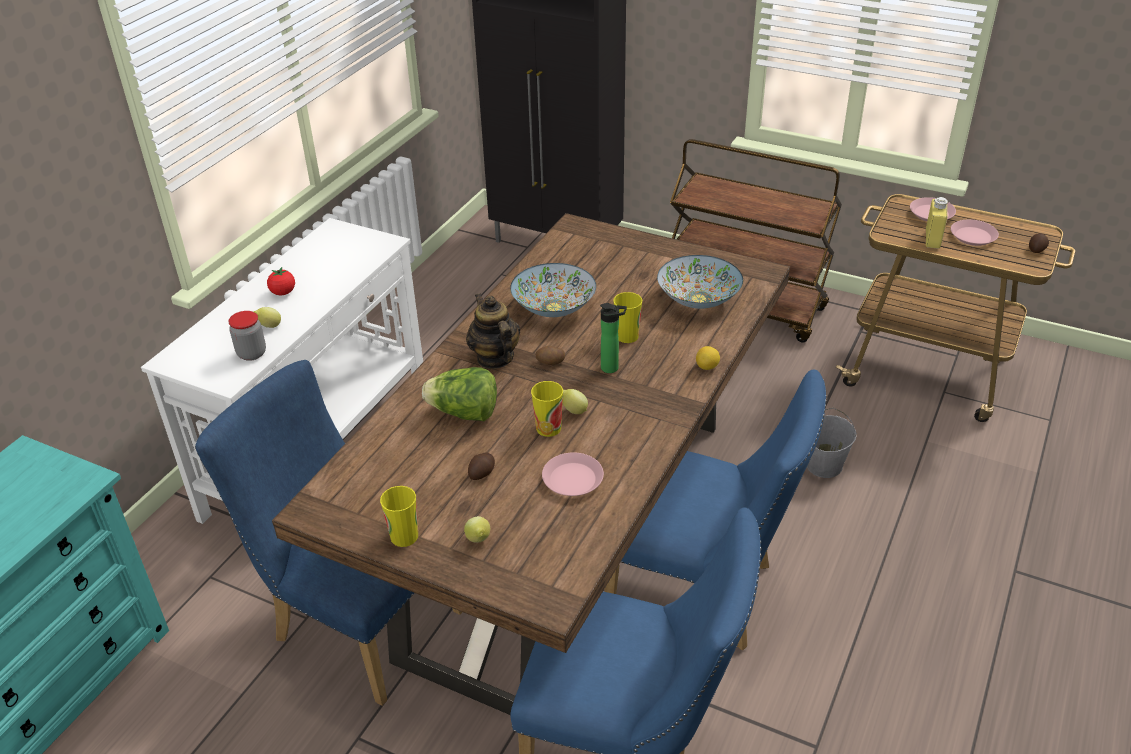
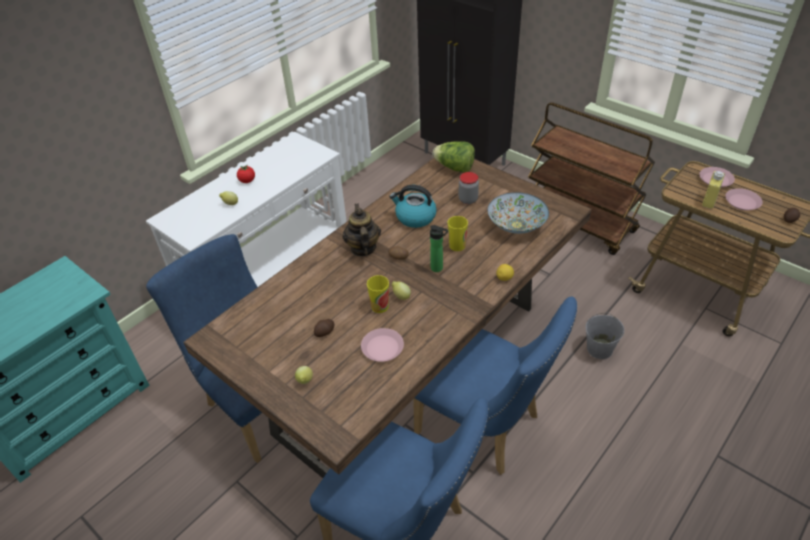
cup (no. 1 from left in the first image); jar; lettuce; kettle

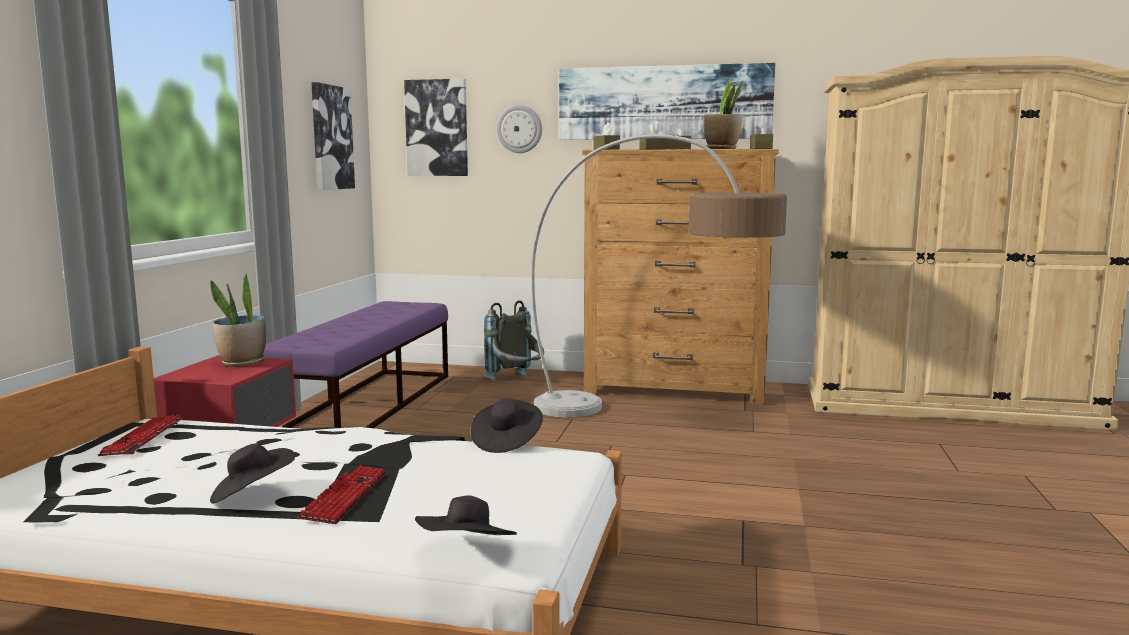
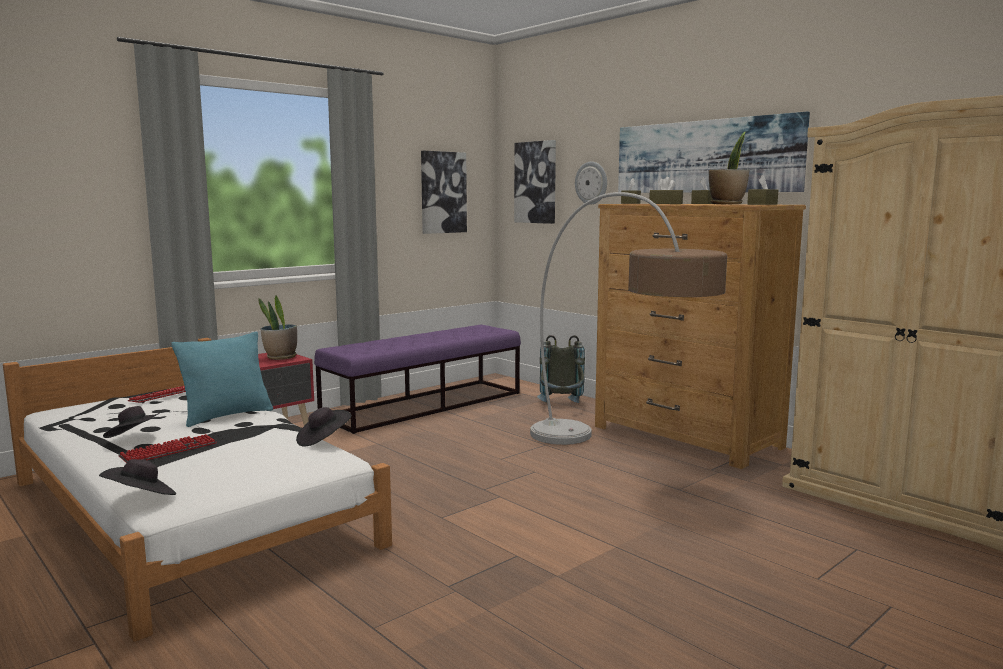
turquoise pillow

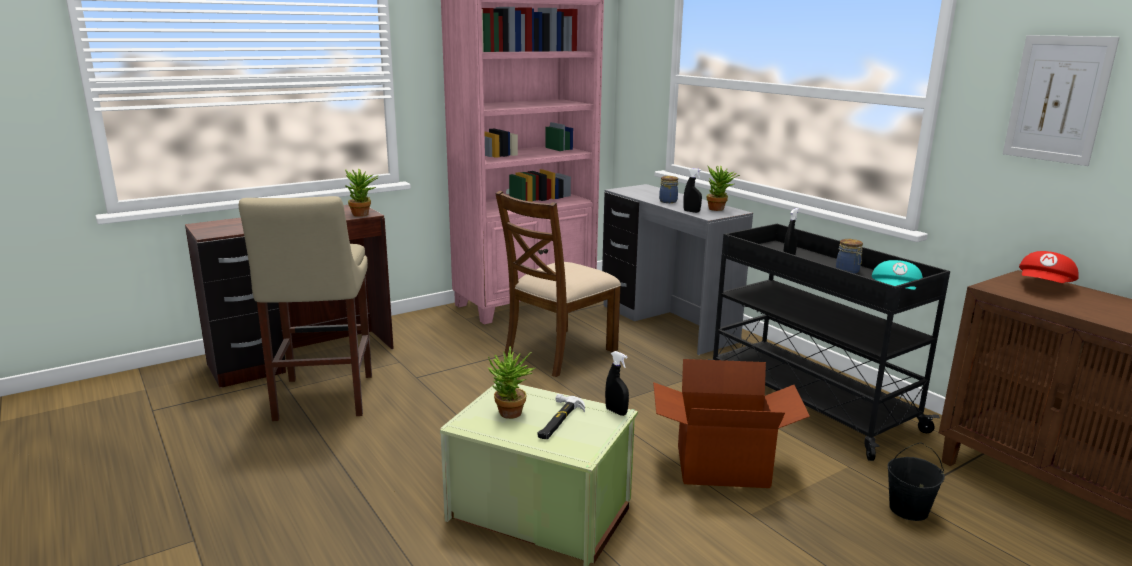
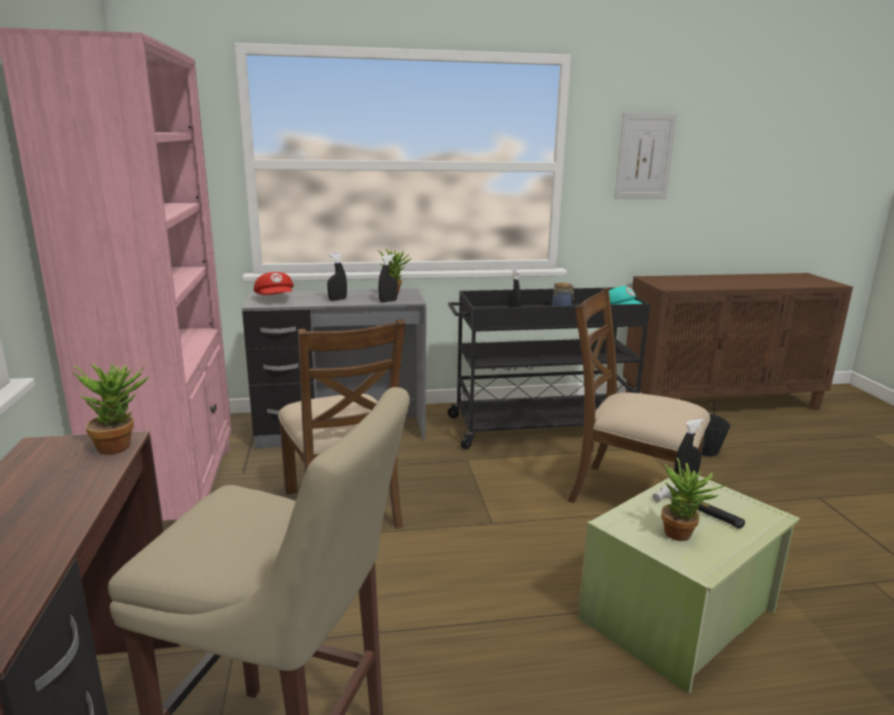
red cap; brown chair (no. 2 from left); black spray bottle (no. 1 from left)

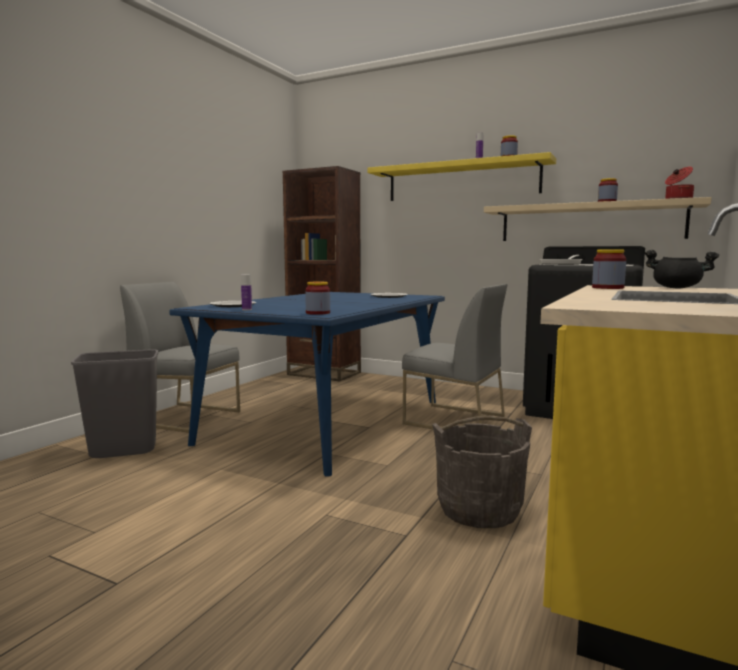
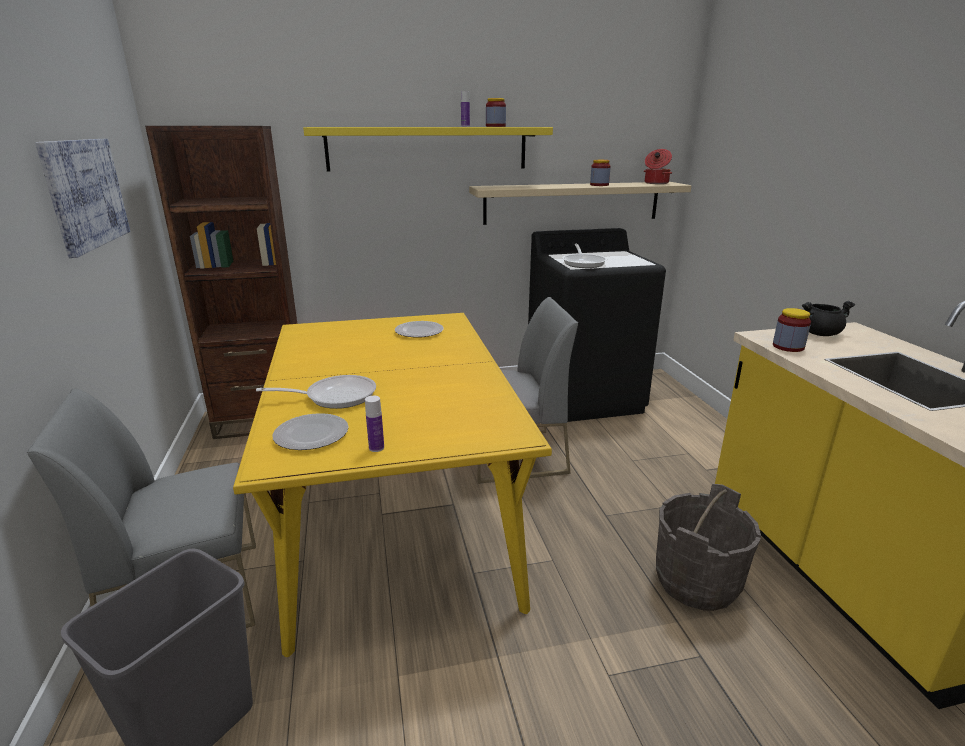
jar (no. 1 from left in the first image); picture; frying pan (no. 1 from left); yellow dining table

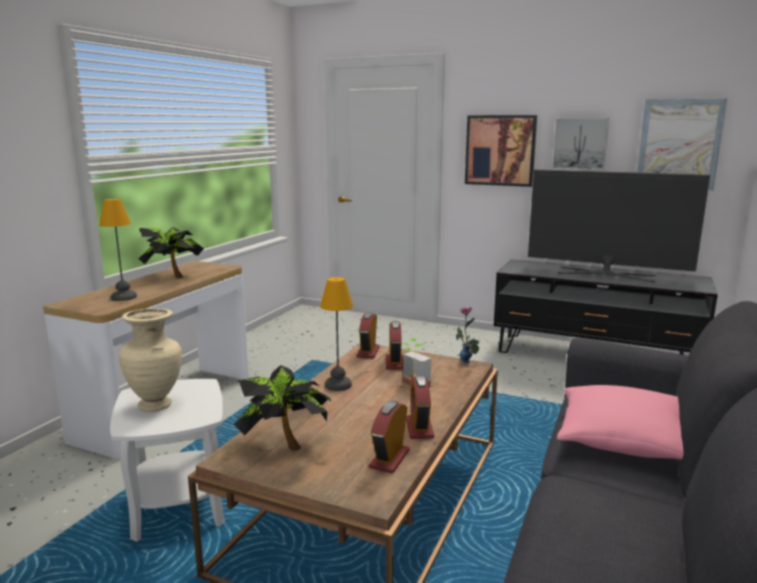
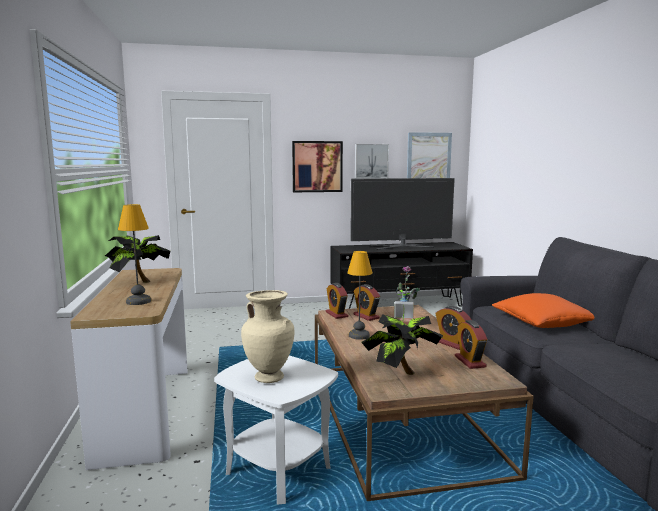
orange pillow

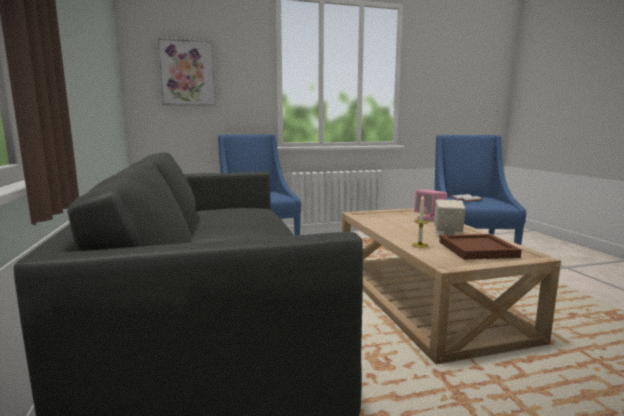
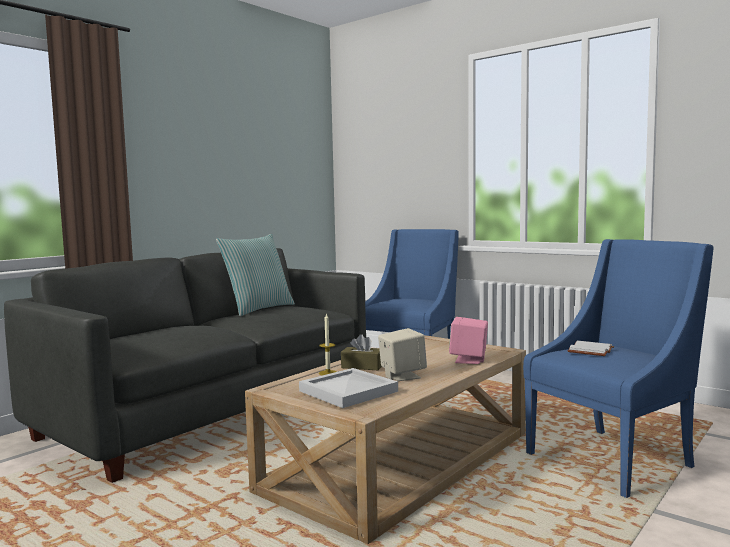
picture; pillow; brown tissue box; white tray

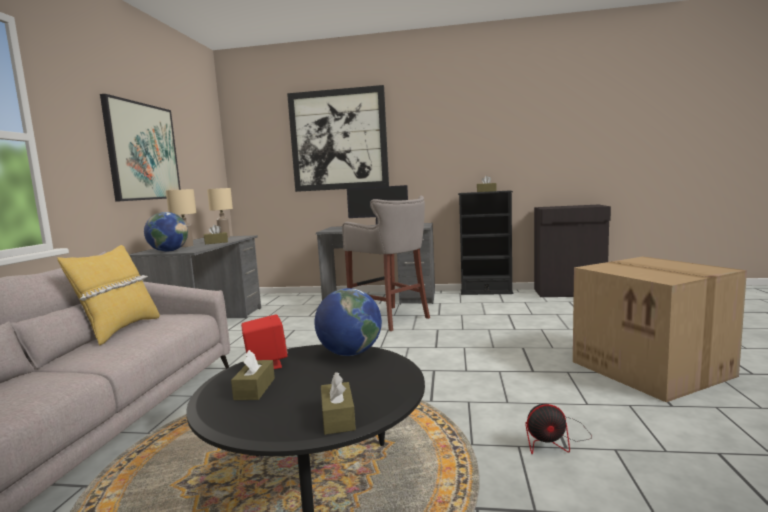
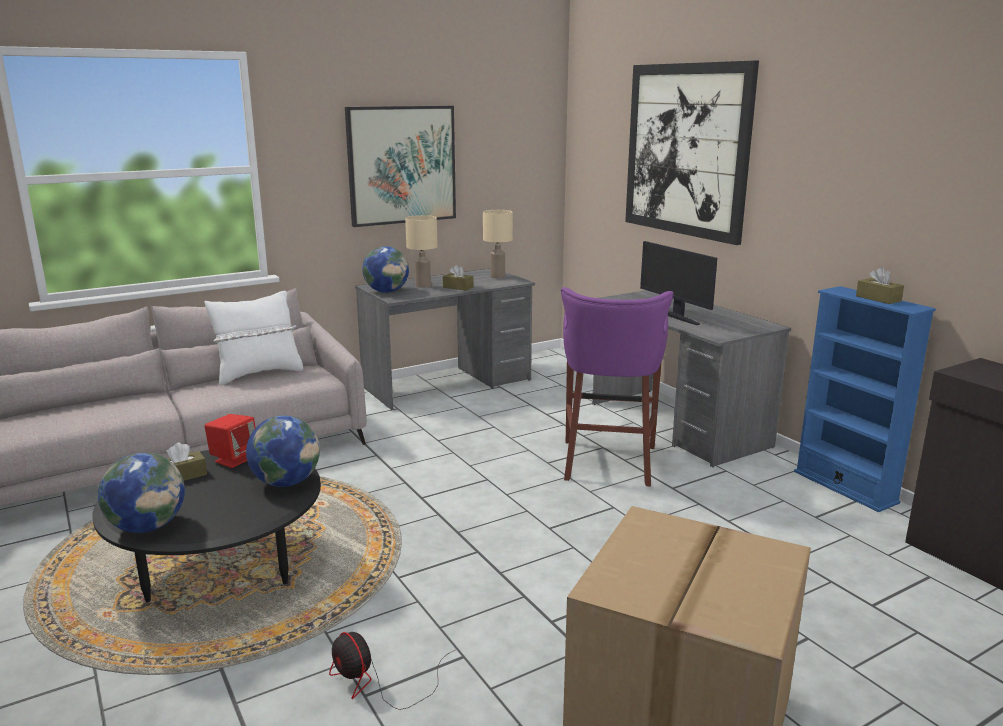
globe (no. 1 from left); white pillow; purple stool; blue bookcase

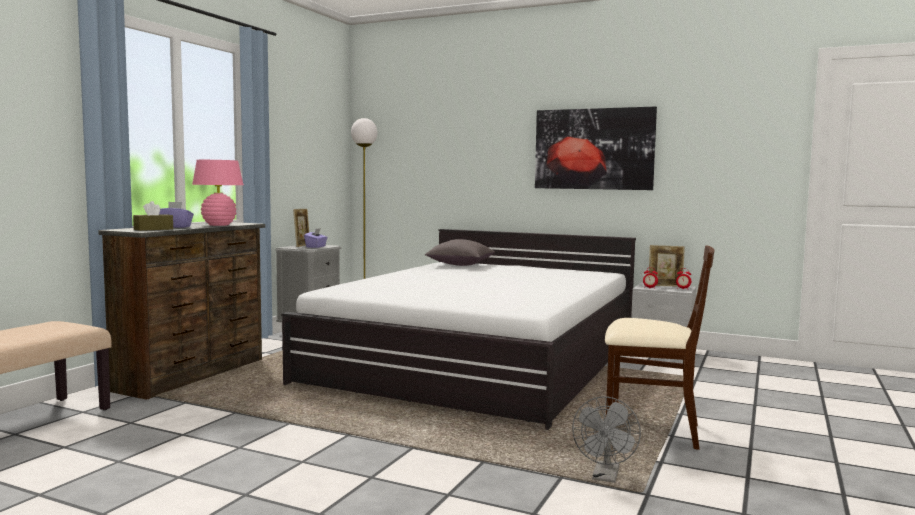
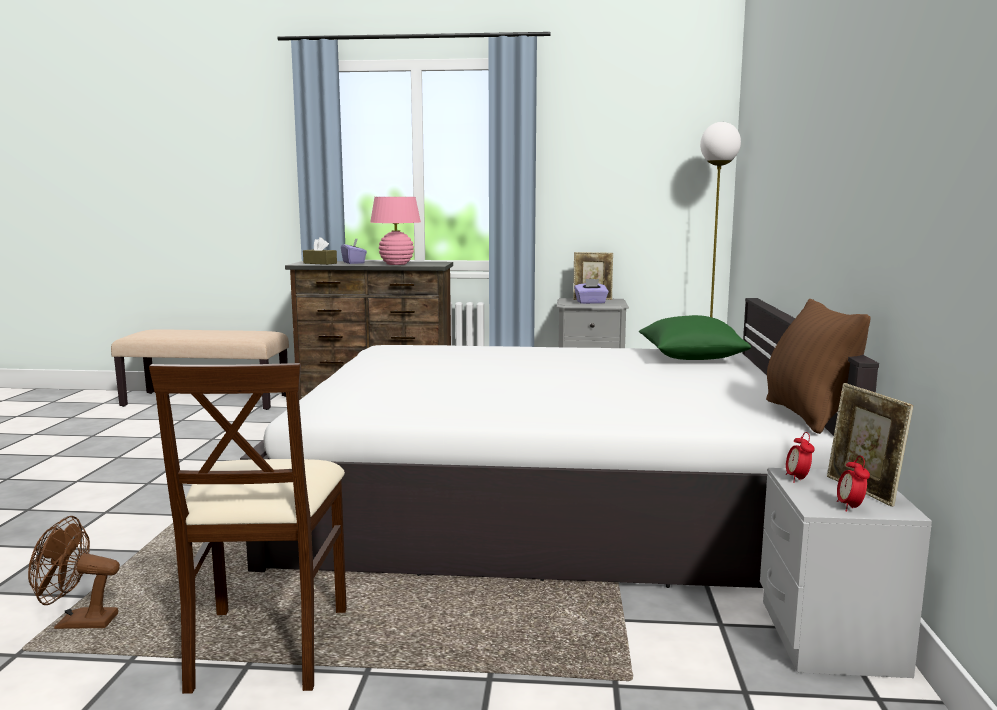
picture; brown pillow; green pillow; brown fan

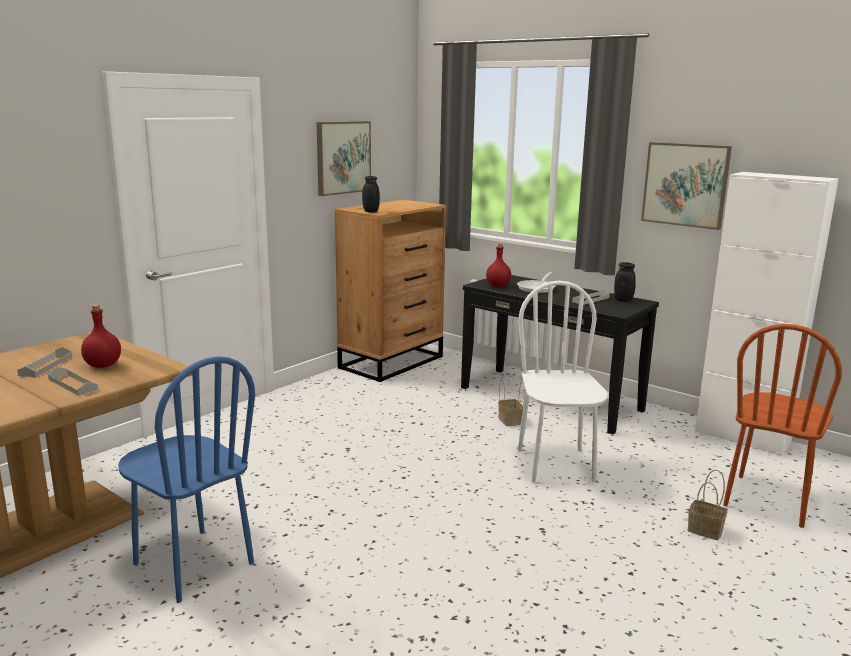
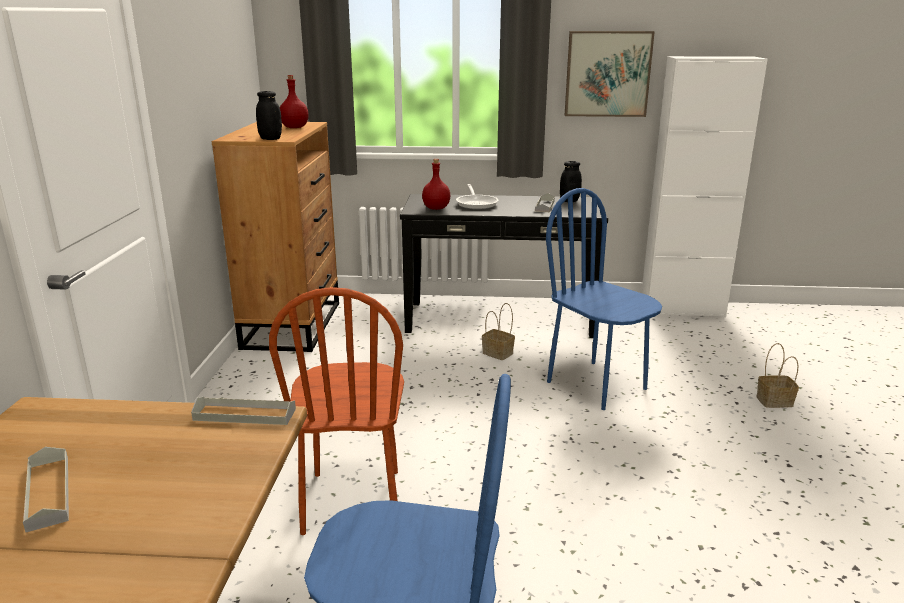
picture (no. 1 from left in the first image); grey tray (no. 2 from left); red bottle (no. 1 from left); brown chair; blue chair (no. 2 from left)

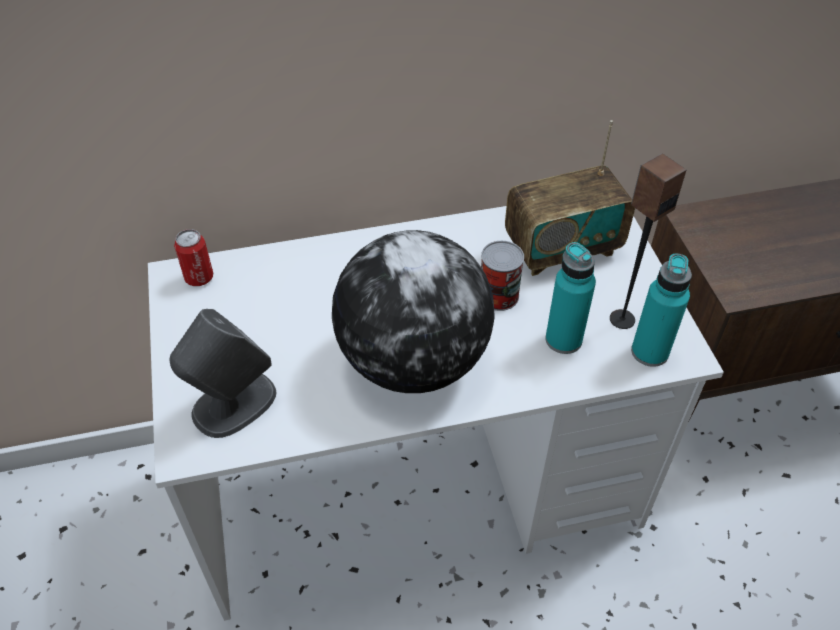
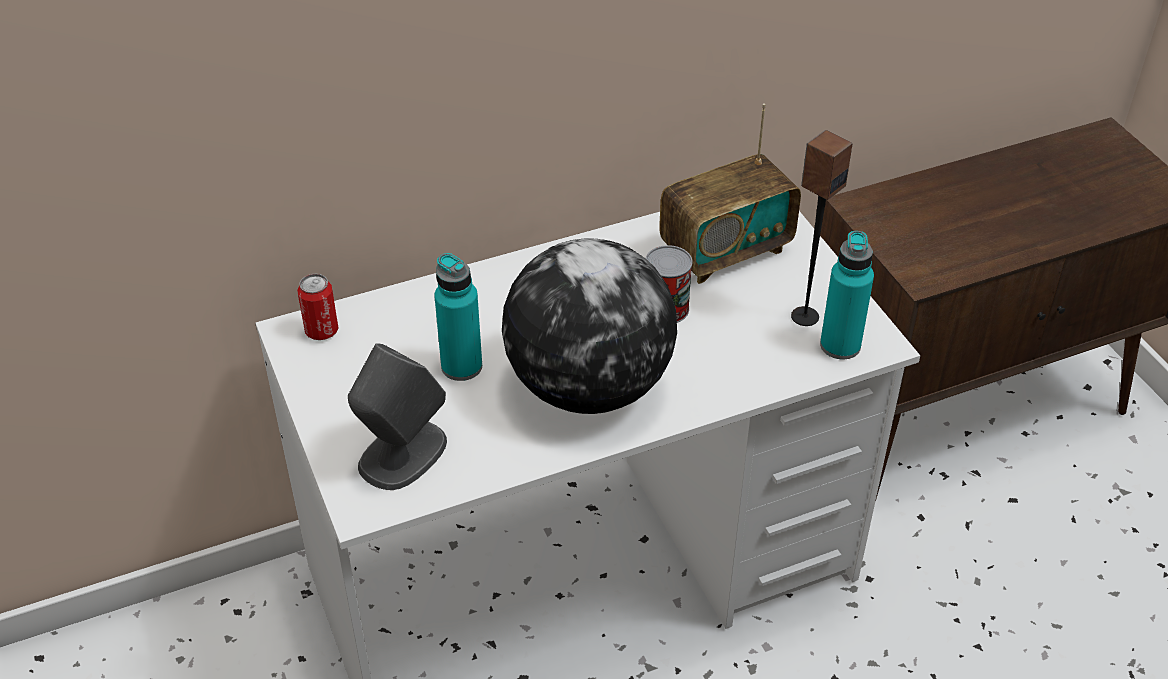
turquoise bottle (no. 1 from left)

